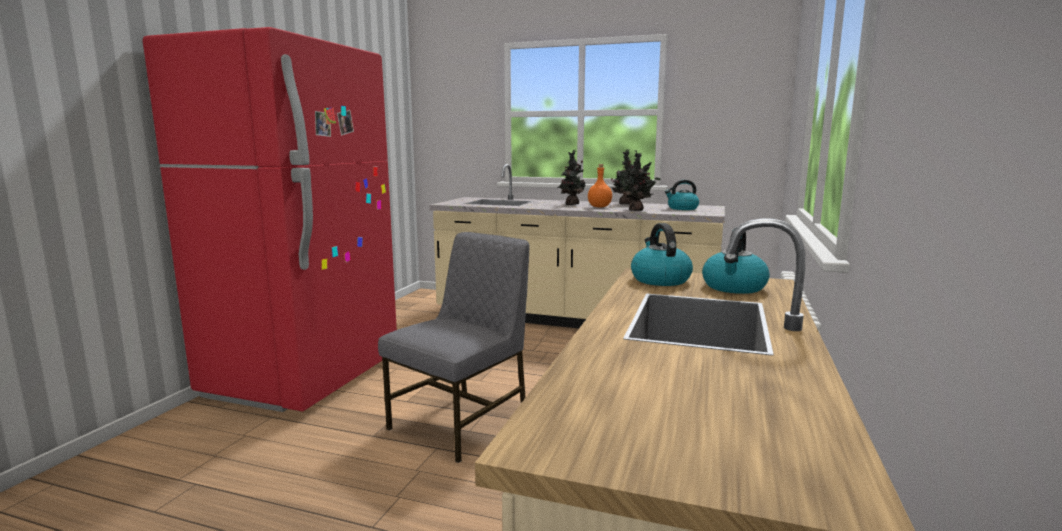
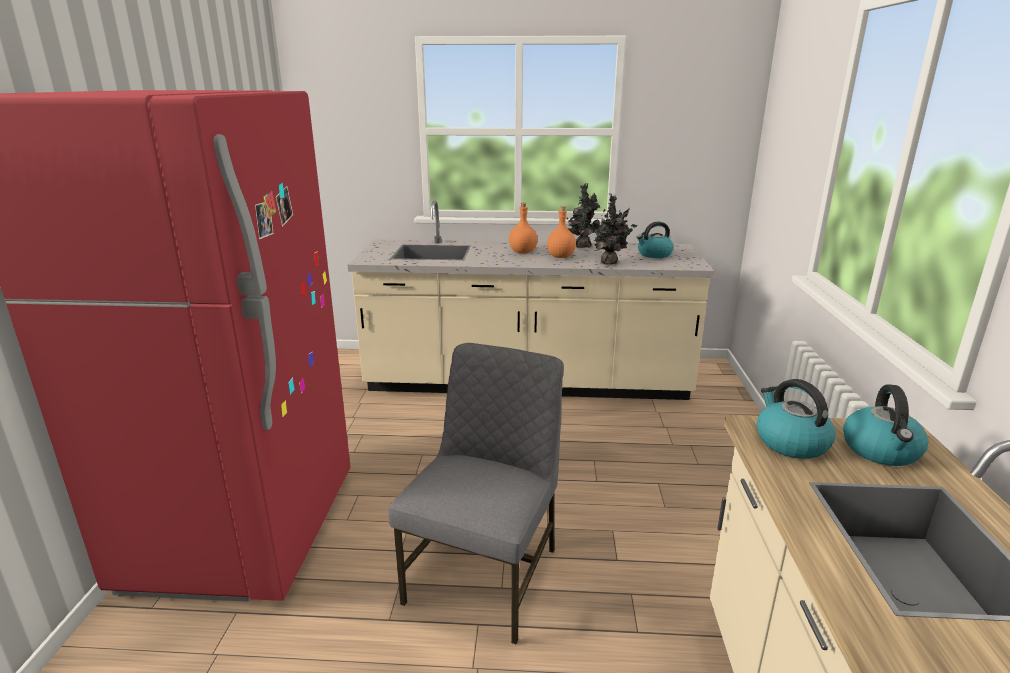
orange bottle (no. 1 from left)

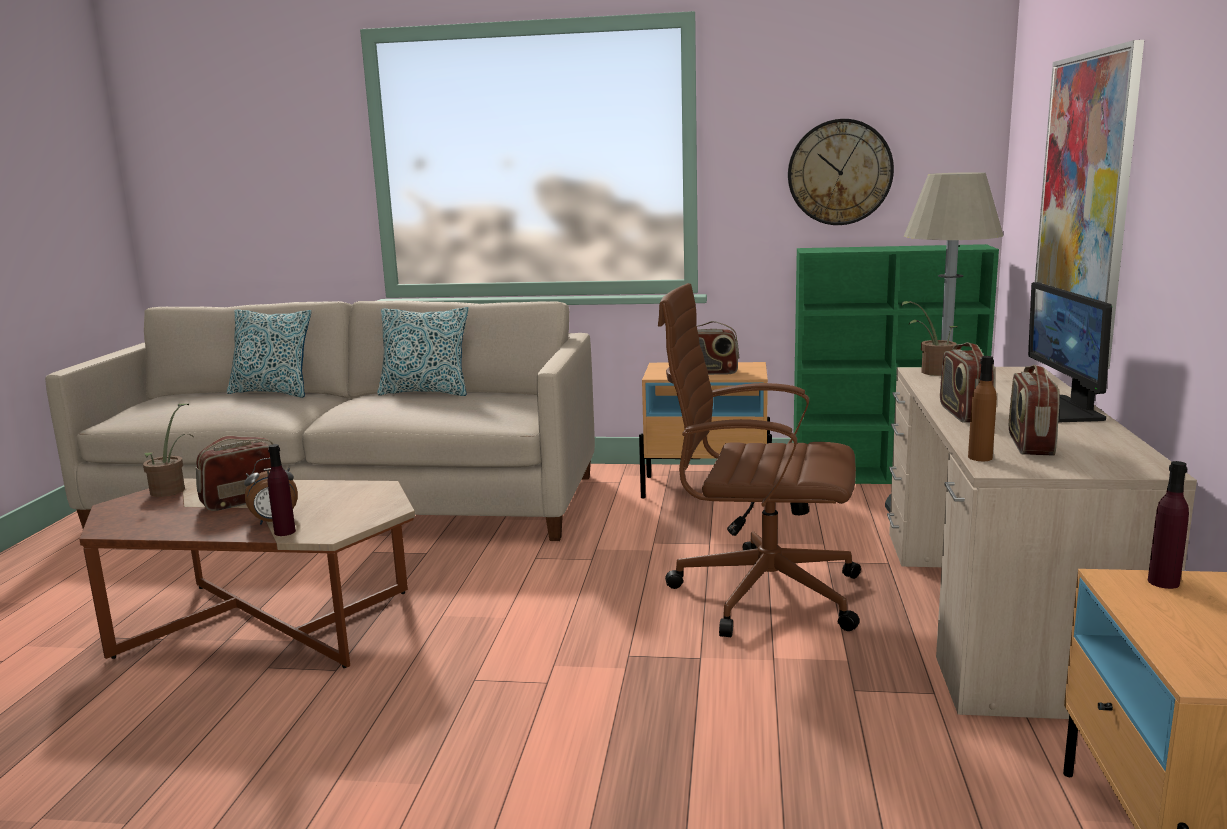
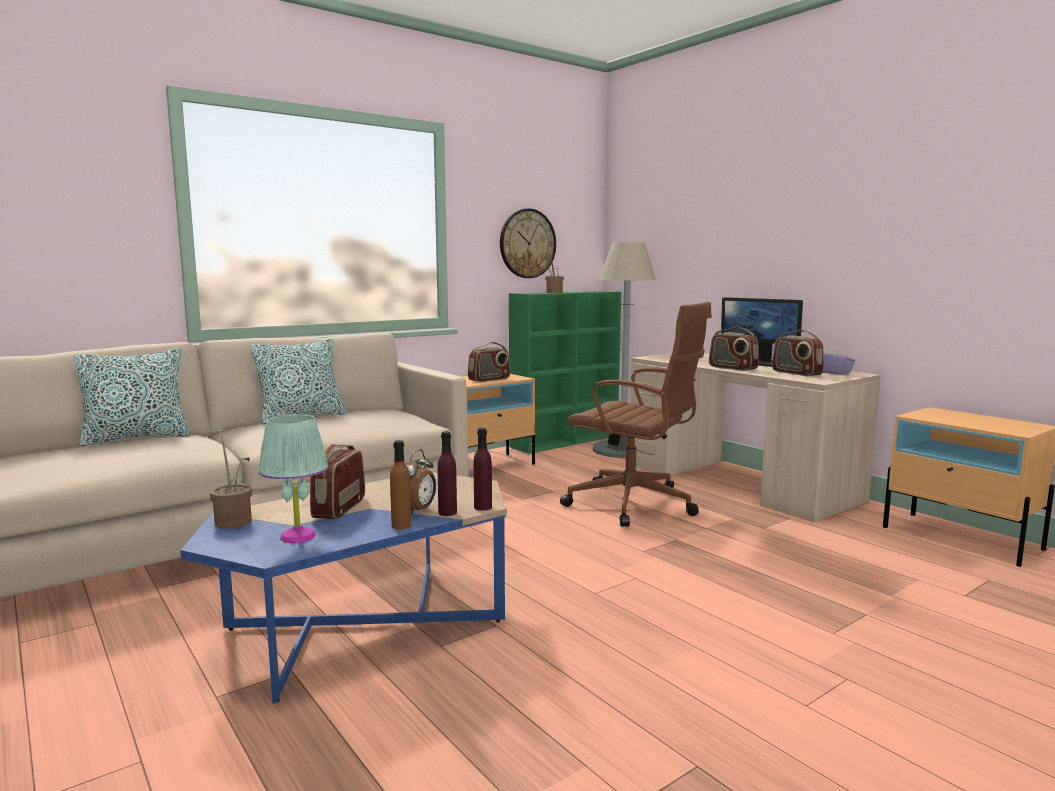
picture; turquoise table lamp; purple tissue box; potted plant (no. 2 from left); brown bottle; purple bottle (no. 2 from left); blue coffee table; brown office chair

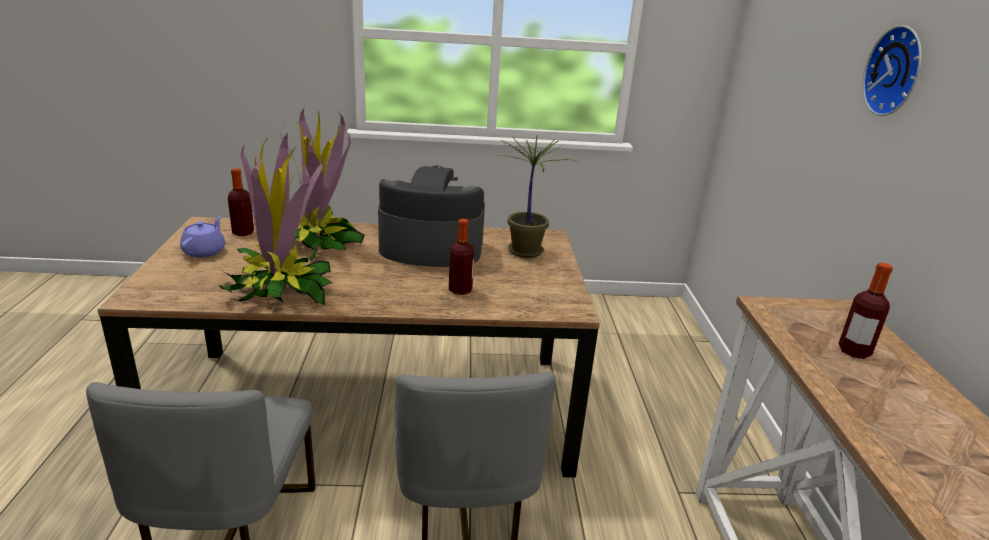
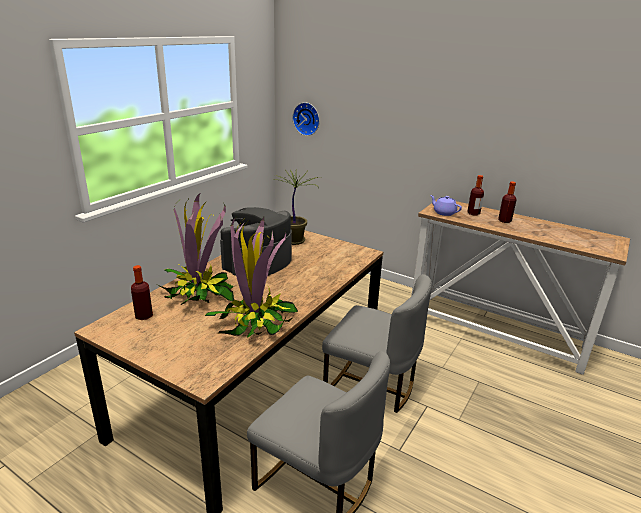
purple teapot; bottle (no. 3 from left); wall clock

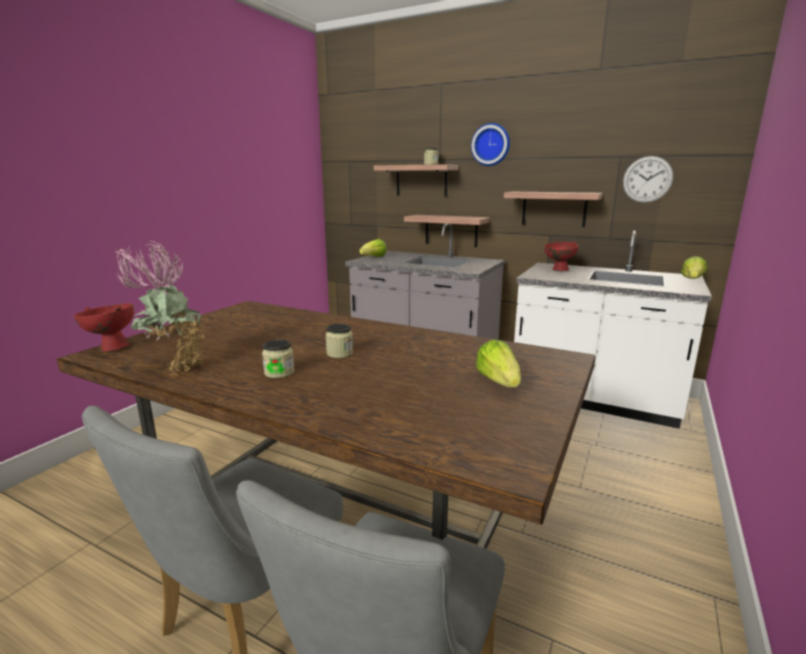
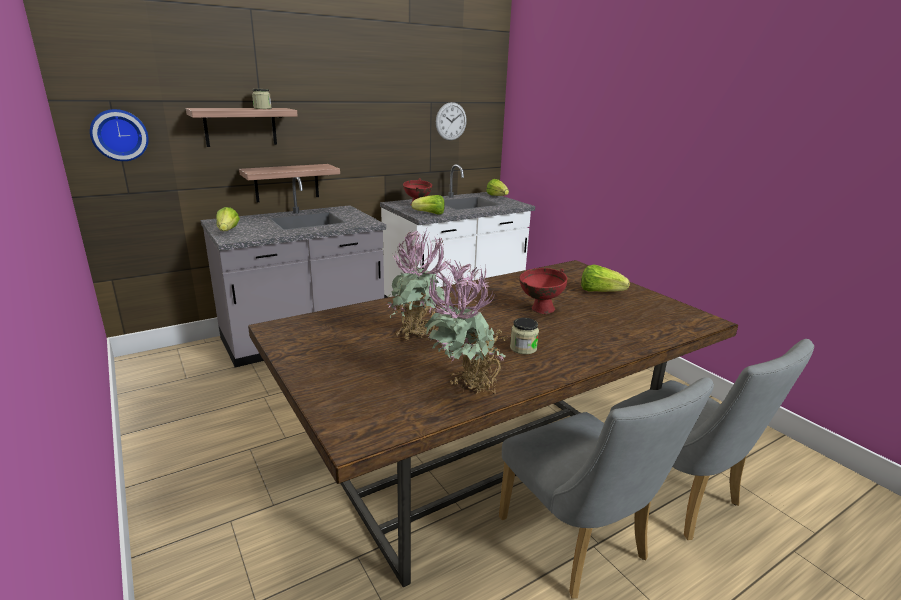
jar (no. 2 from left in the first image); shelf (no. 3 from left in the first image); potted plant (no. 1 from left); lettuce (no. 2 from left); red bowl (no. 2 from left); wall clock (no. 1 from left)

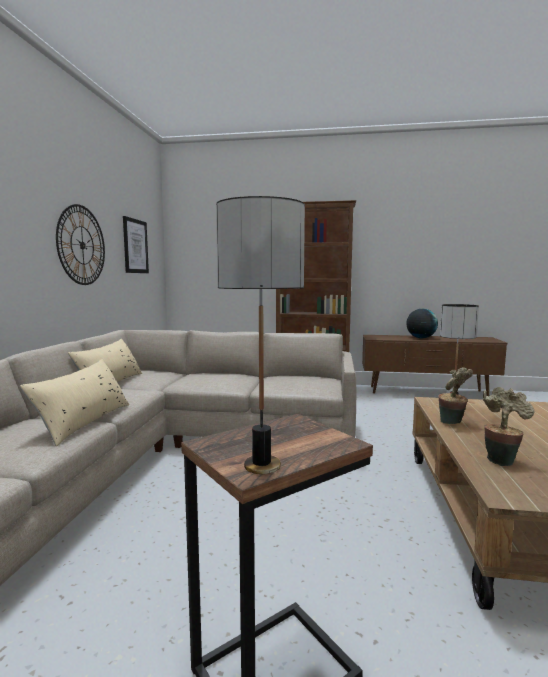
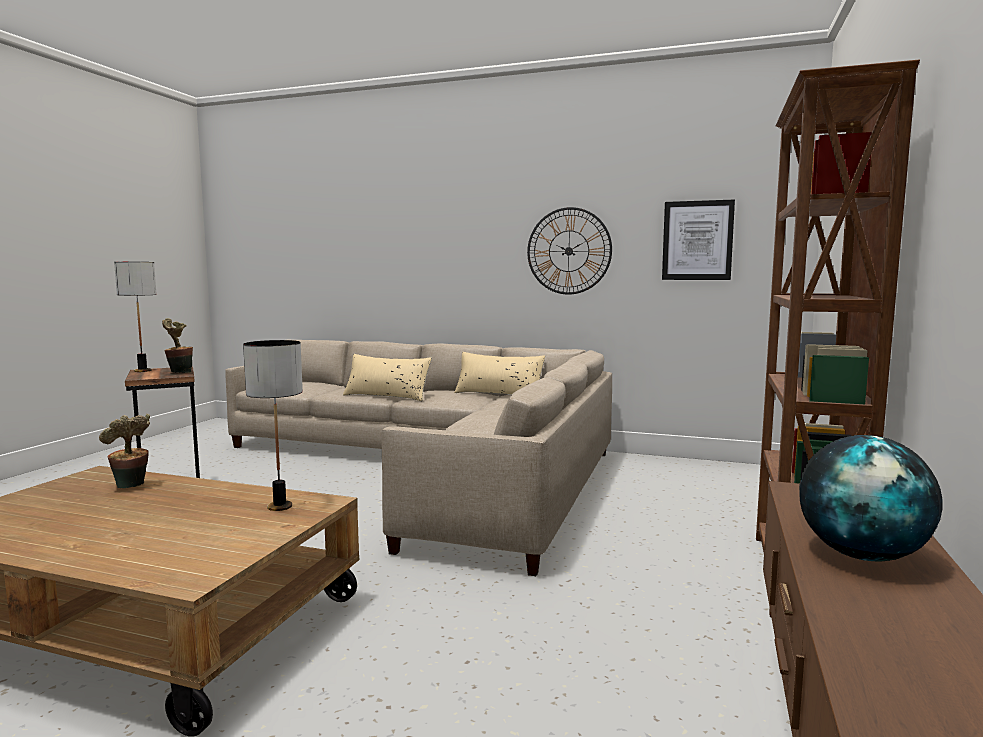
potted plant (no. 2 from left)

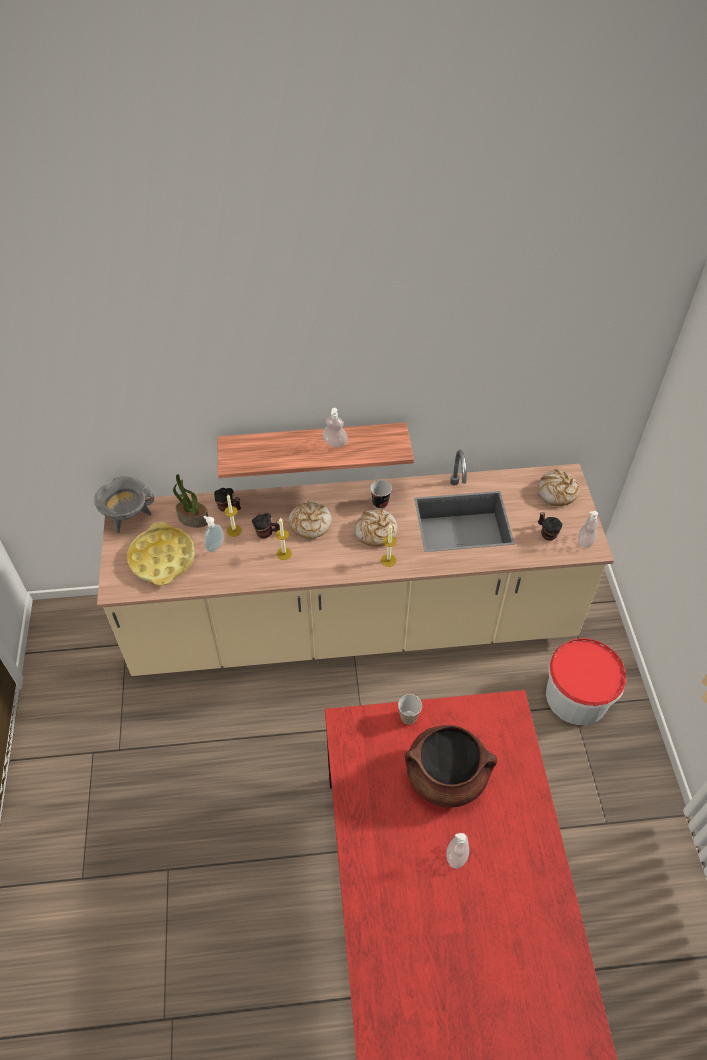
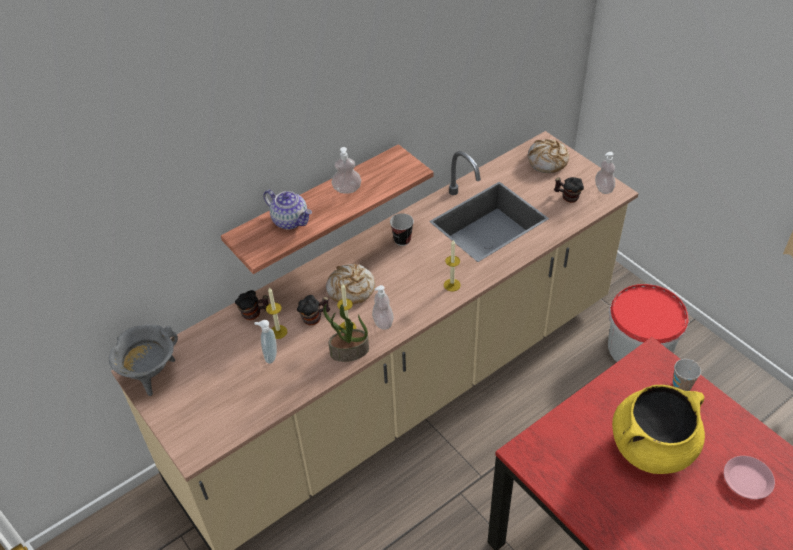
yellow tray; bread (no. 2 from left in the first image); teapot; pink plate; potted plant; cup (no. 2 from left); soap dispenser (no. 3 from left); yellow cooking pot

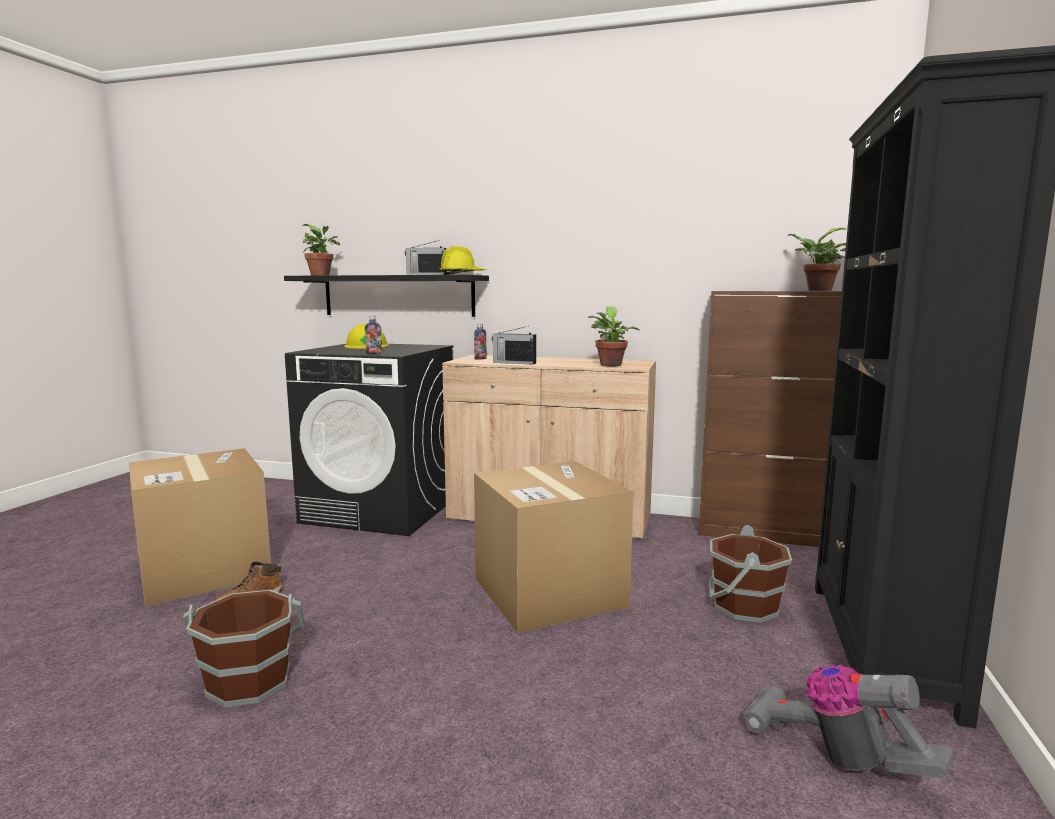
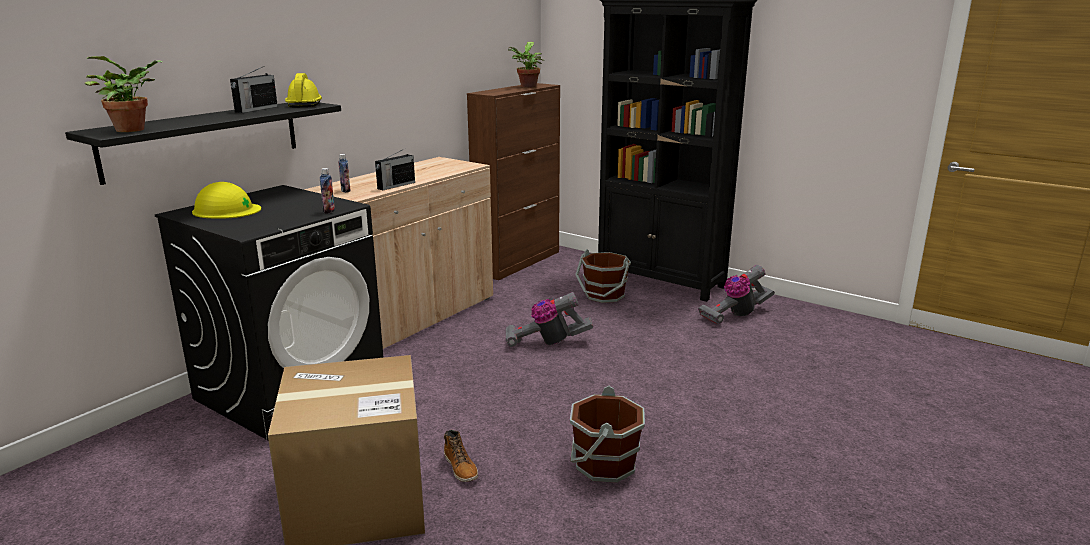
potted plant (no. 2 from left in the first image); vacuum cleaner (no. 1 from left)

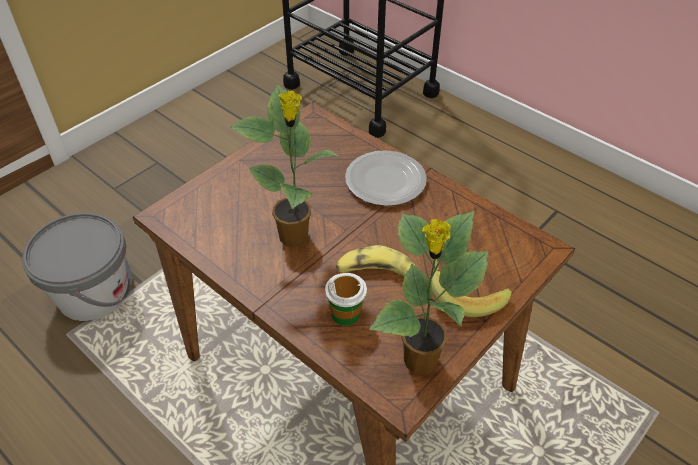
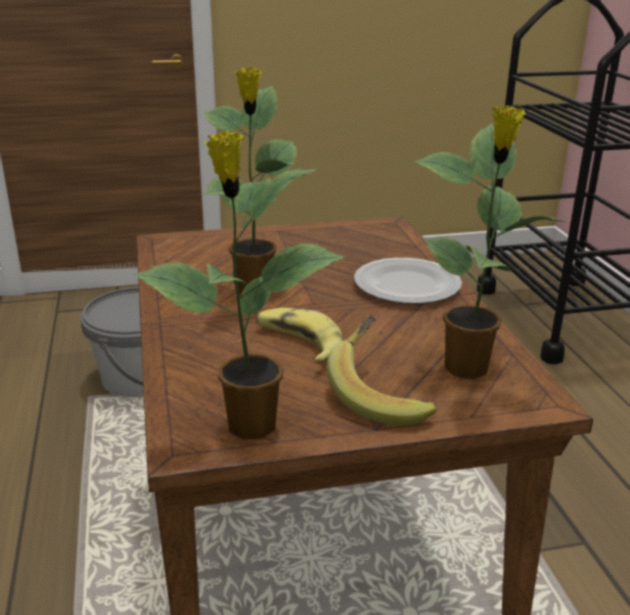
cup; potted plant (no. 3 from left)

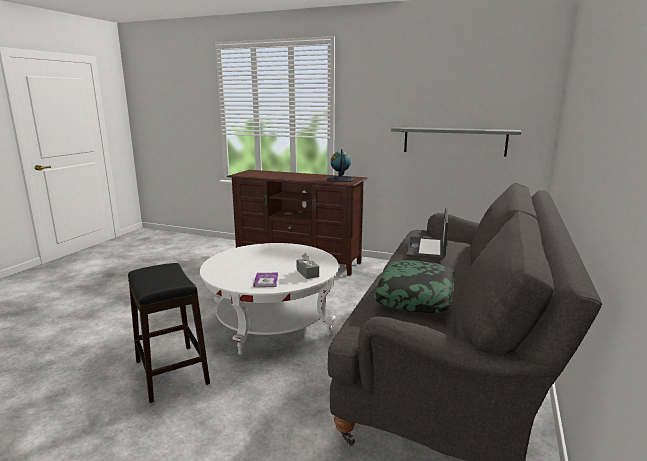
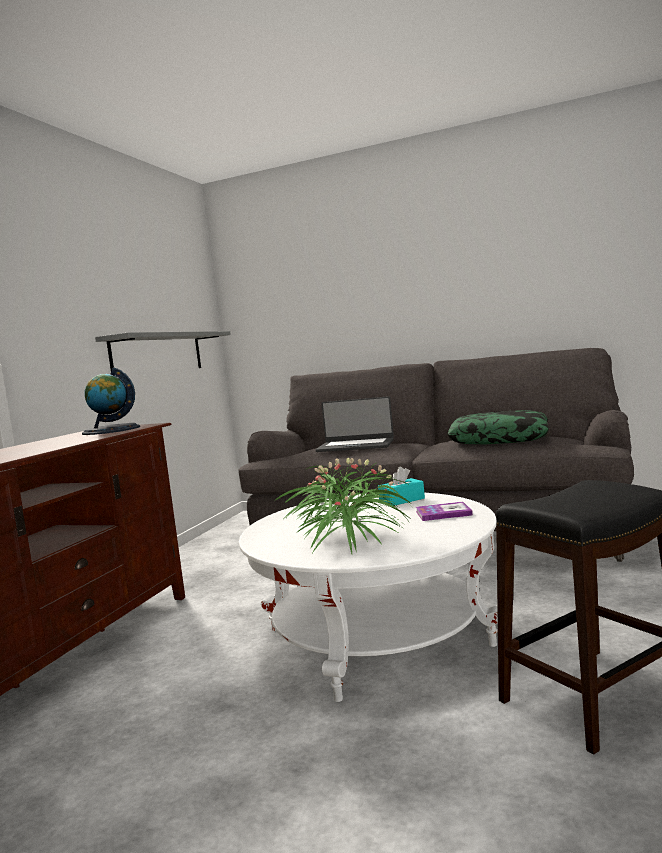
potted plant; turquoise tissue box

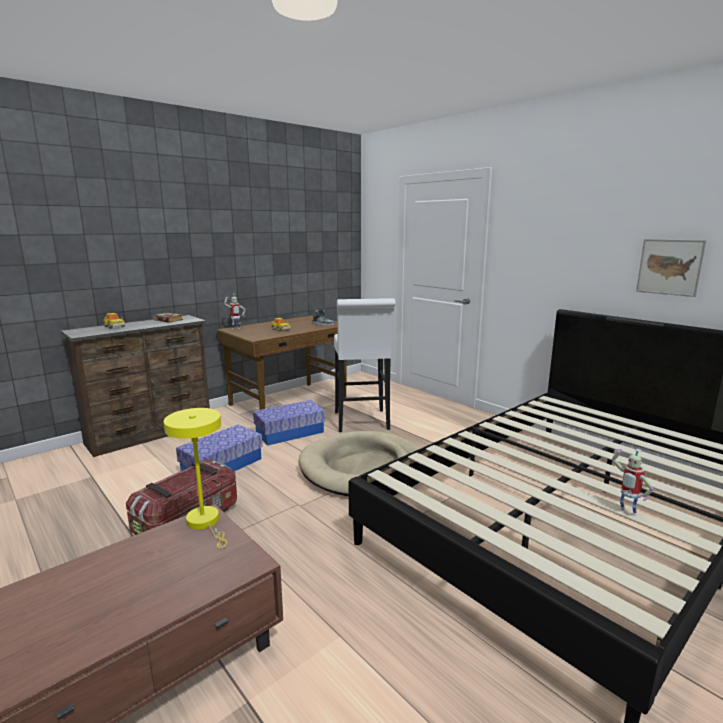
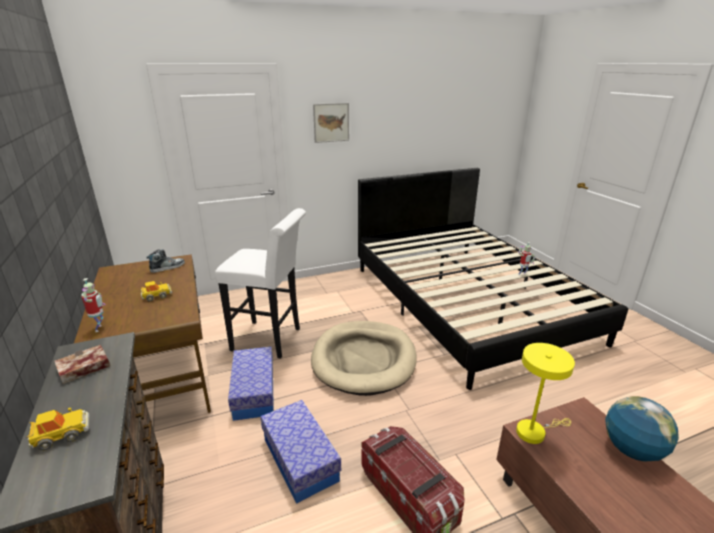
globe; picture

